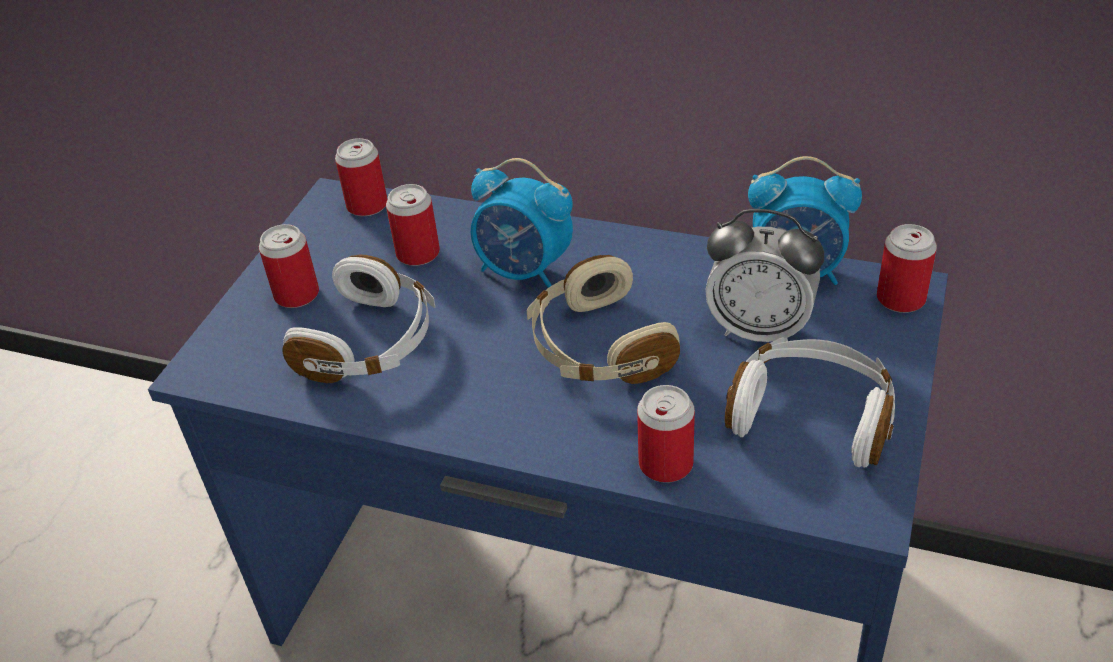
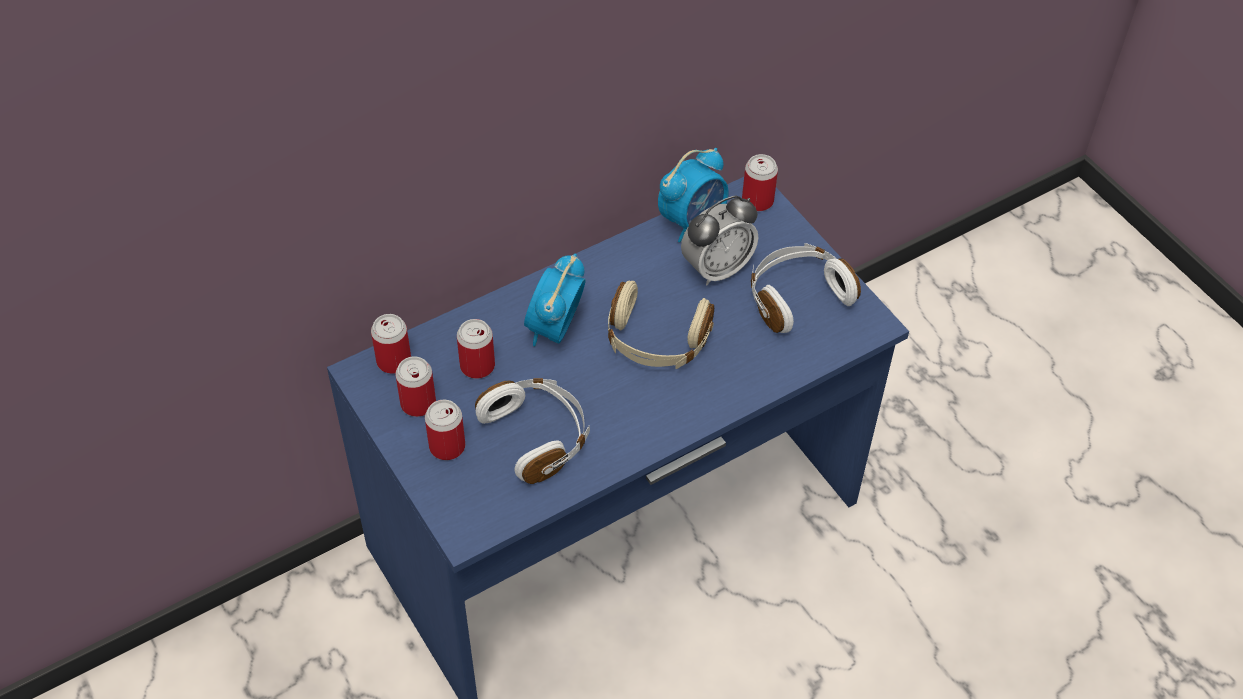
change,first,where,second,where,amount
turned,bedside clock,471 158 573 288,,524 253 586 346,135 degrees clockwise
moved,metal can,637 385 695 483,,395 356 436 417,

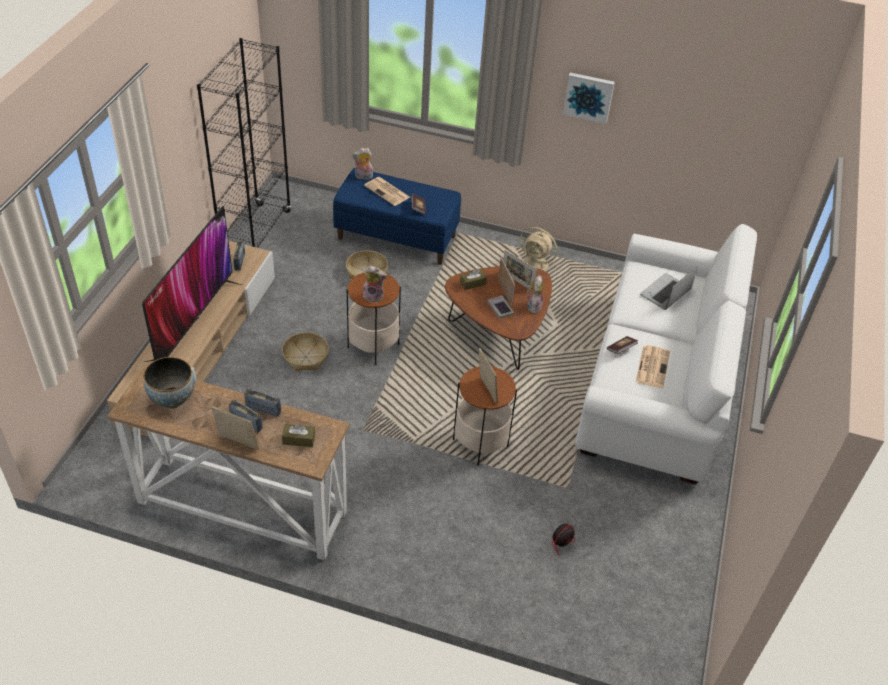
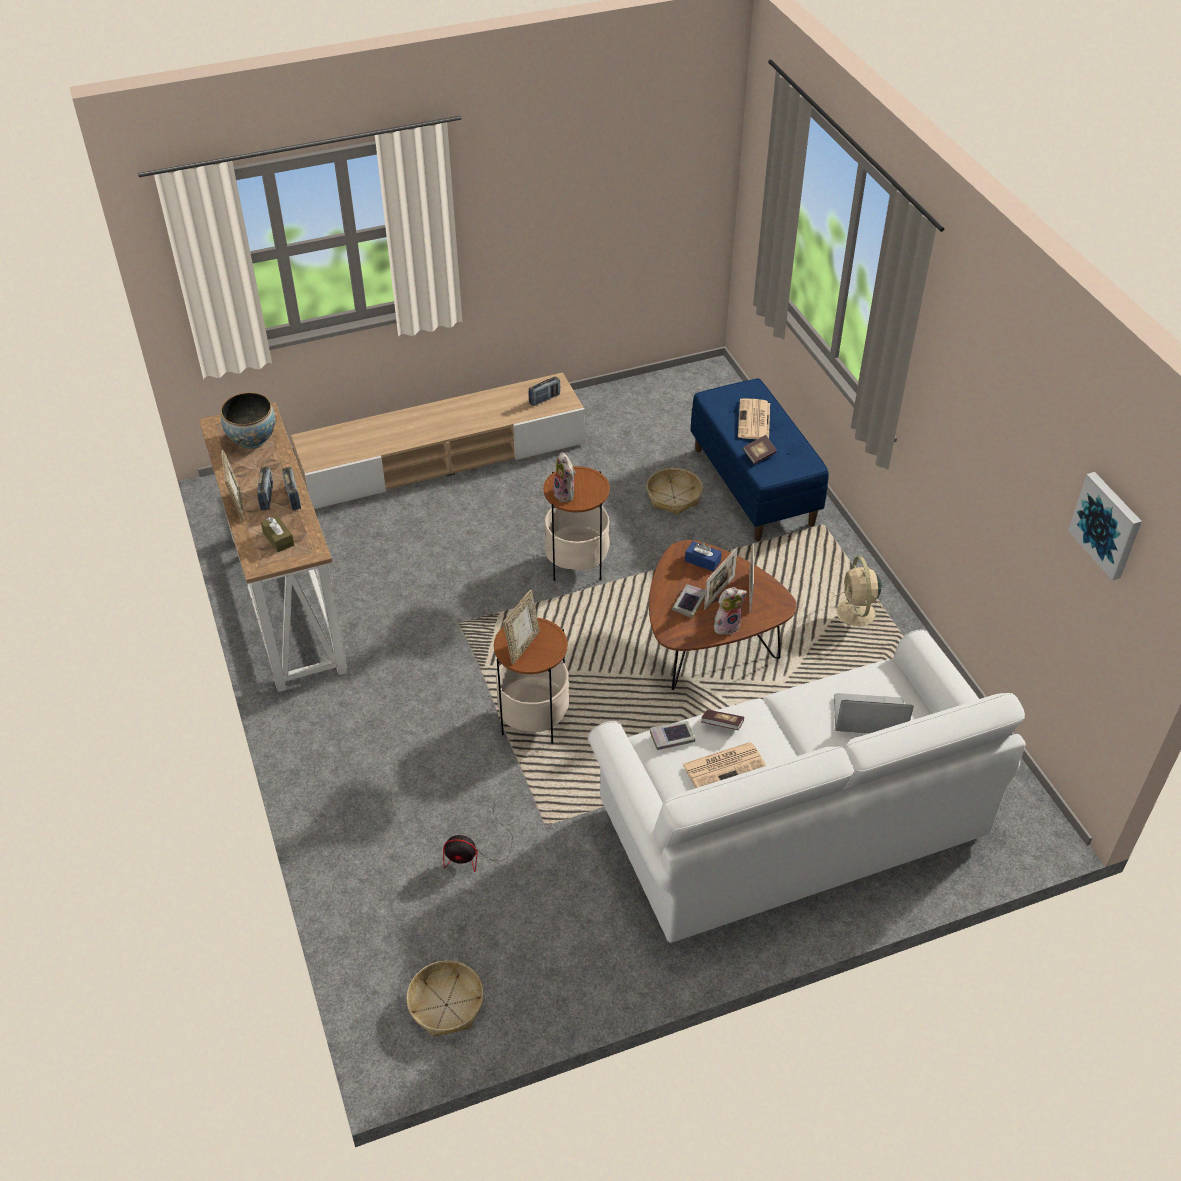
change,first,where,second,where,amount
removed,television,142 206 242 362,,,
removed,bookcase (blackish),197 38 291 248,,,
moved,household basket,282 332 329 371,,406 960 484 1037,
removed,soft toy,352 148 373 180,,,
recoloured,tissue holder (brown),460 269 487 290,tissue holder (bluish),685 541 722 572,
moved,wall art,563 73 615 124,,1068 472 1142 580,
added,,,book,650 721 695 750,

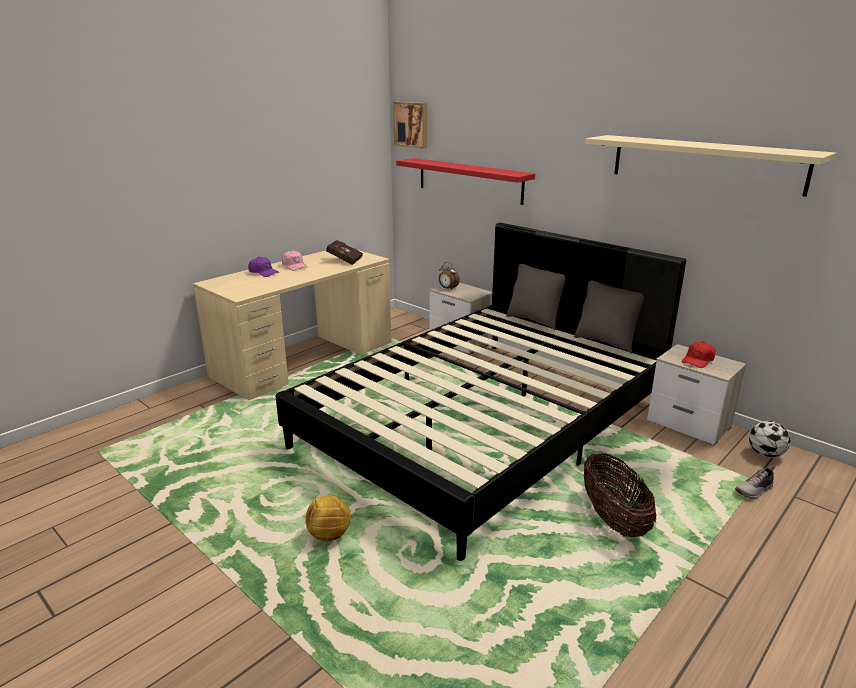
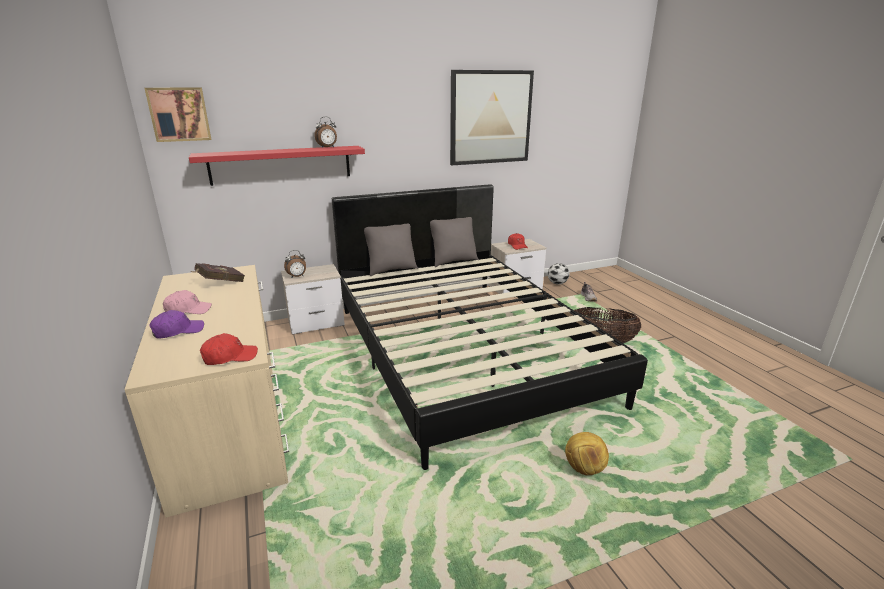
change,first,where,second,where,amount
replaced,bracket shelf (sand-coloured),585 135 836 197,wall art,450 70 534 165,
added,,,peaked cap (reddish),200 333 258 365,
added,,,bedside clock,314 117 337 148,

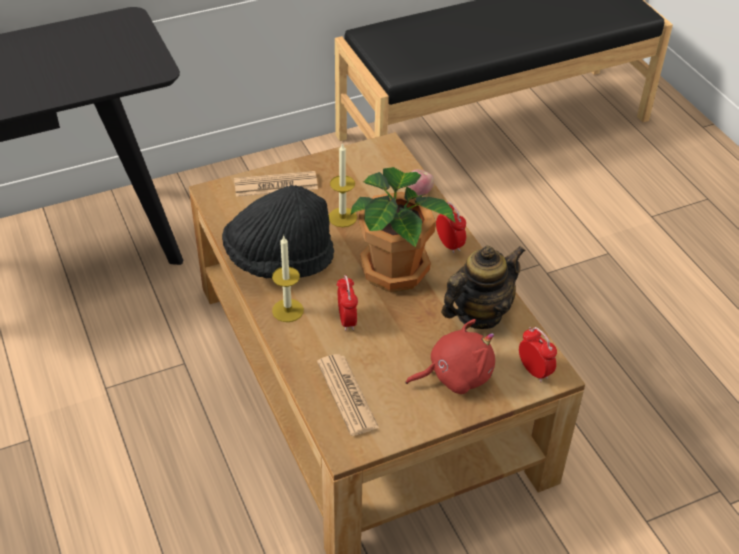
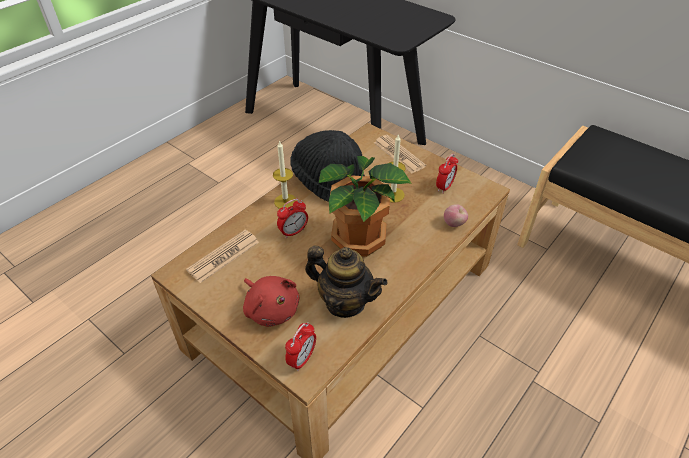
change,first,where,second,where,amount
moved,bedside clock,436 202 466 254,,436 154 458 193,

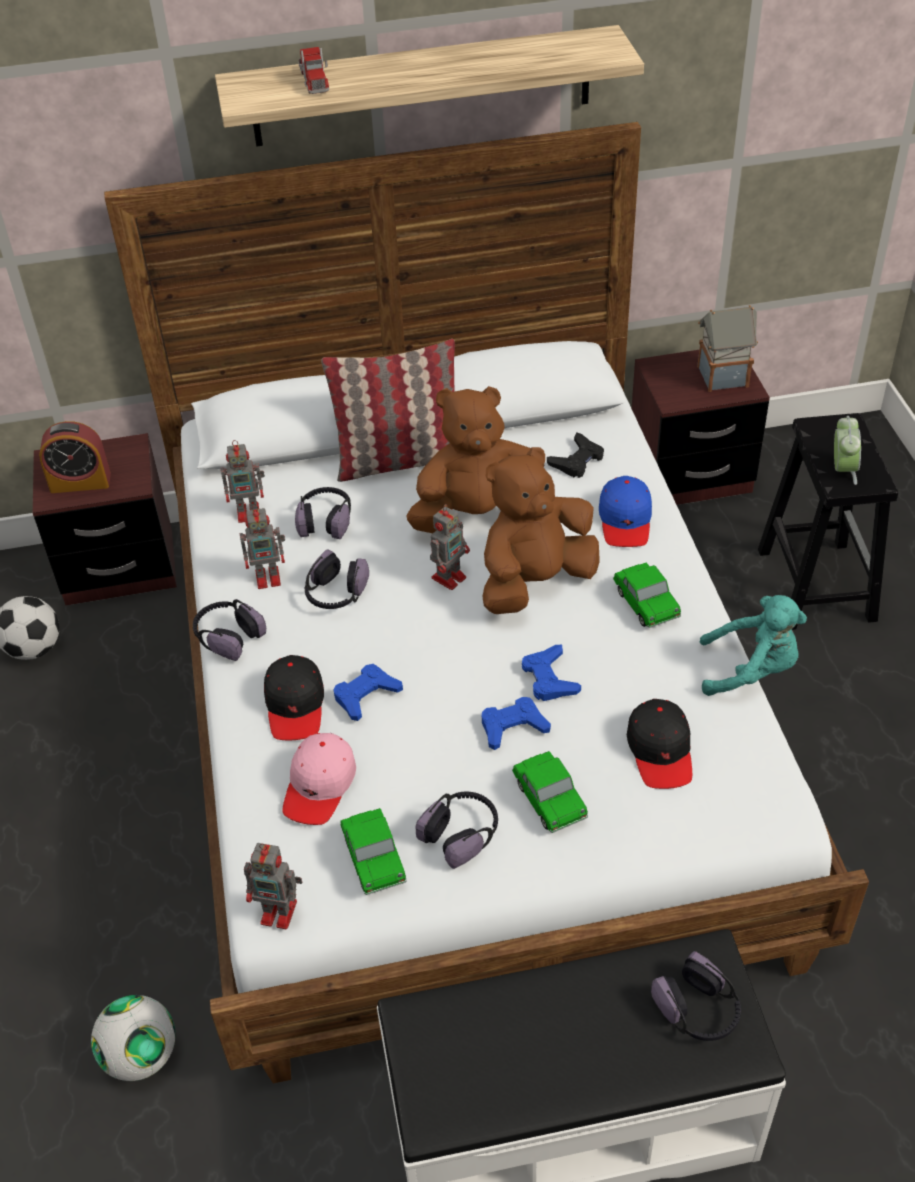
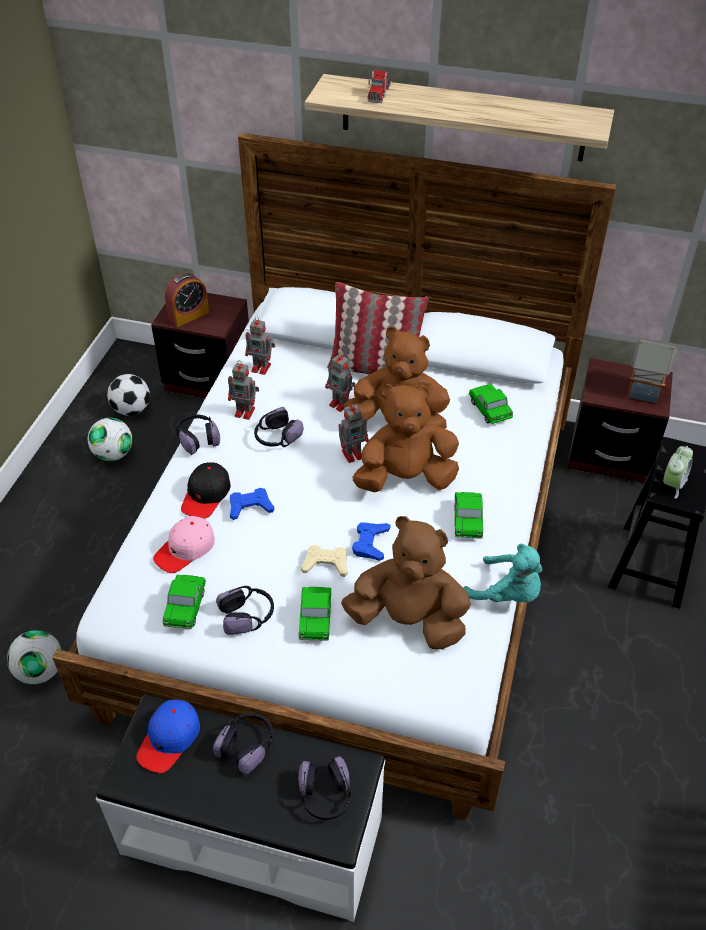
change,first,where,second,where,amount
turned,bedside clock,39 421 111 493,,165 273 209 327,60 degrees counterclockwise
moved,robot figure,244 843 302 929,,325 352 355 412,
moved,headphones,295 487 351 539,,213 713 274 775,
recoloured,gamepad (bluish),482 697 551 750,gamepad (sand-coloured),301 545 348 577,
replaced,gamepad (blackish),547 432 604 478,model car,469 384 513 424,
moved,peaked cap (bluish),599 476 652 547,,136 699 200 773,
replaced,peaked cap (blackish),627 699 692 789,soft toy (brown),341 516 471 649,
added,,,football ball,88 418 132 461,

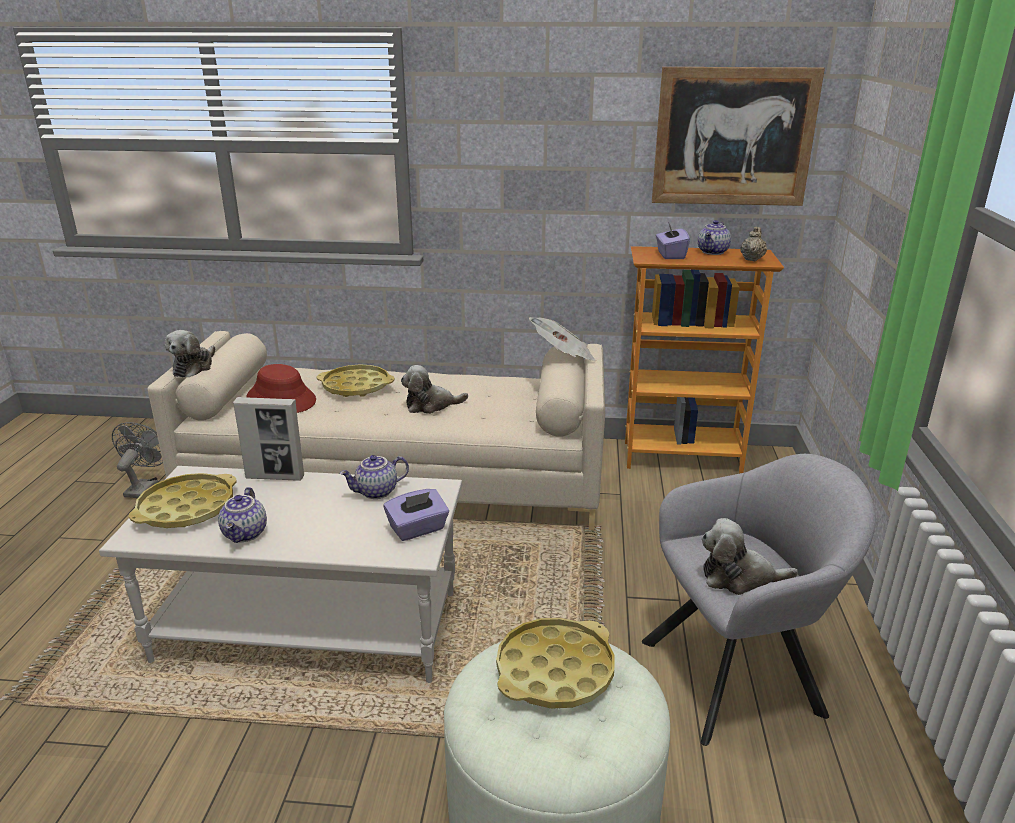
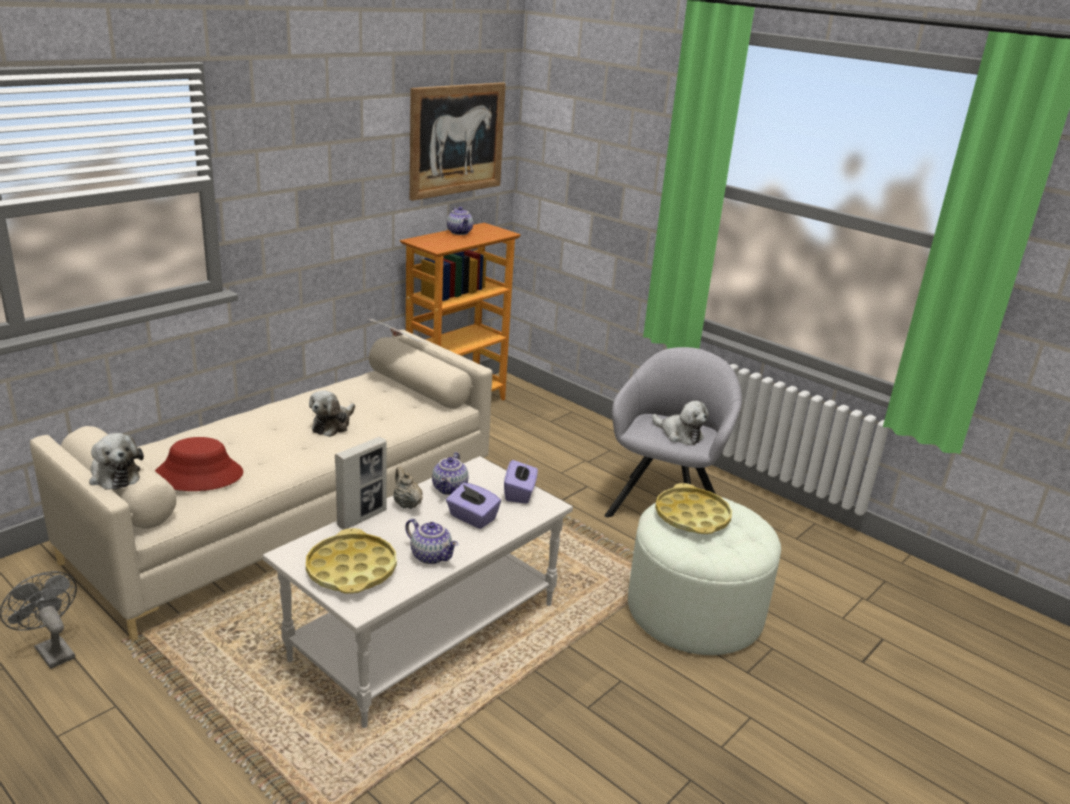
change,first,where,second,where,amount
removed,serving tray (yellowish),317 364 395 397,,,
moved,tissue holder (purple-coloured),656 222 690 259,,446 483 501 529,
turned,soft toy,701 518 798 595,,652 401 709 445,90 degrees counterclockwise
moved,teapot (sand-coloured),740 226 767 261,,393 466 423 509,

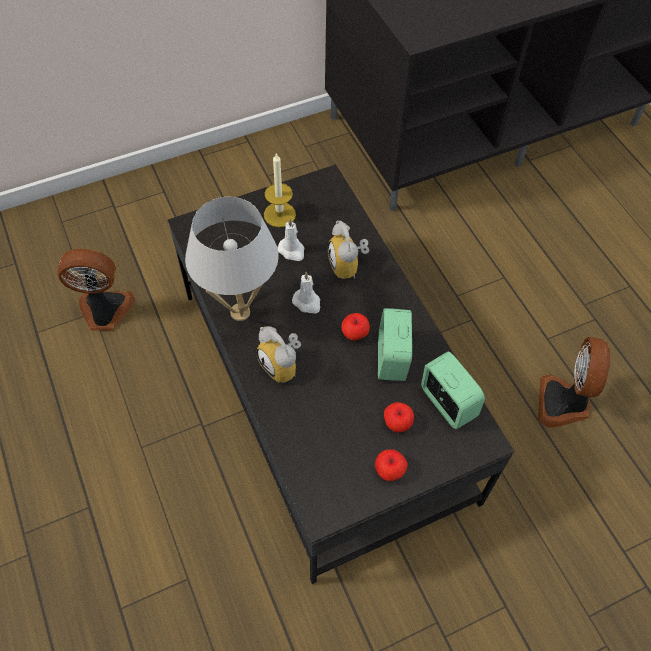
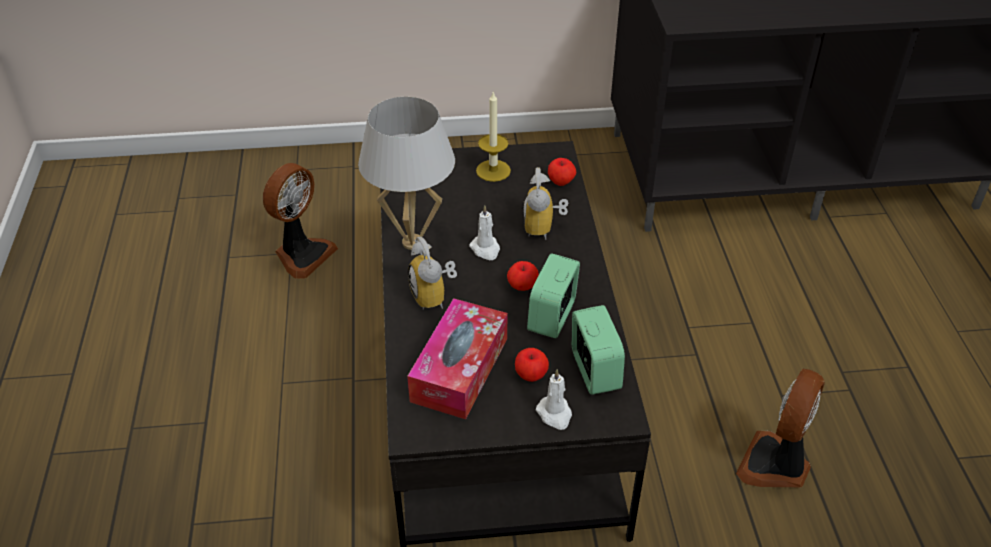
change,first,where,second,where,amount
turned,fan,57 249 135 331,,263 163 338 279,105 degrees clockwise
moved,wax light (white-coloured),277 218 305 261,,536 369 572 430,
moved,apple fruit,375 449 407 481,,548 158 576 186,
added,,,tissue holder,407 298 507 419,

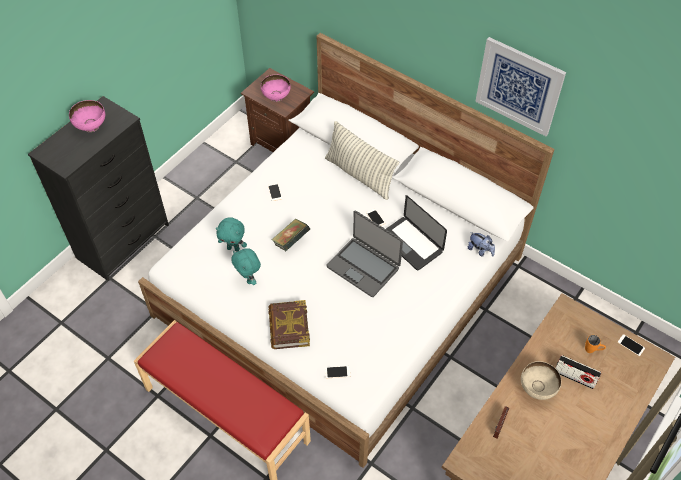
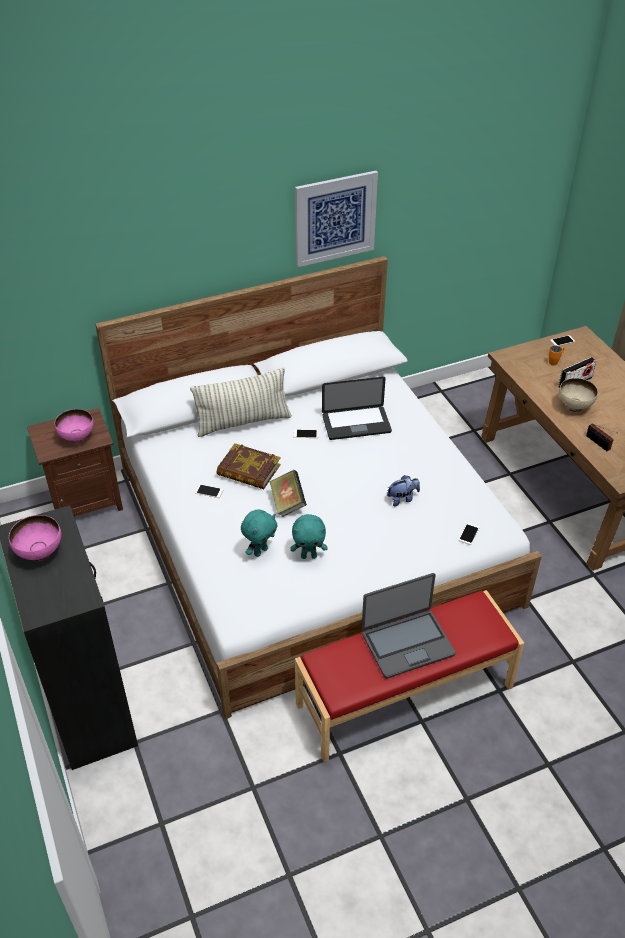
change,first,where,second,where,amount
moved,book,269 300 310 349,,217 443 280 489,
moved,notebook computer,327 210 403 297,,361 573 456 679,
moved,soft toy,468 232 495 257,,387 475 420 507,

